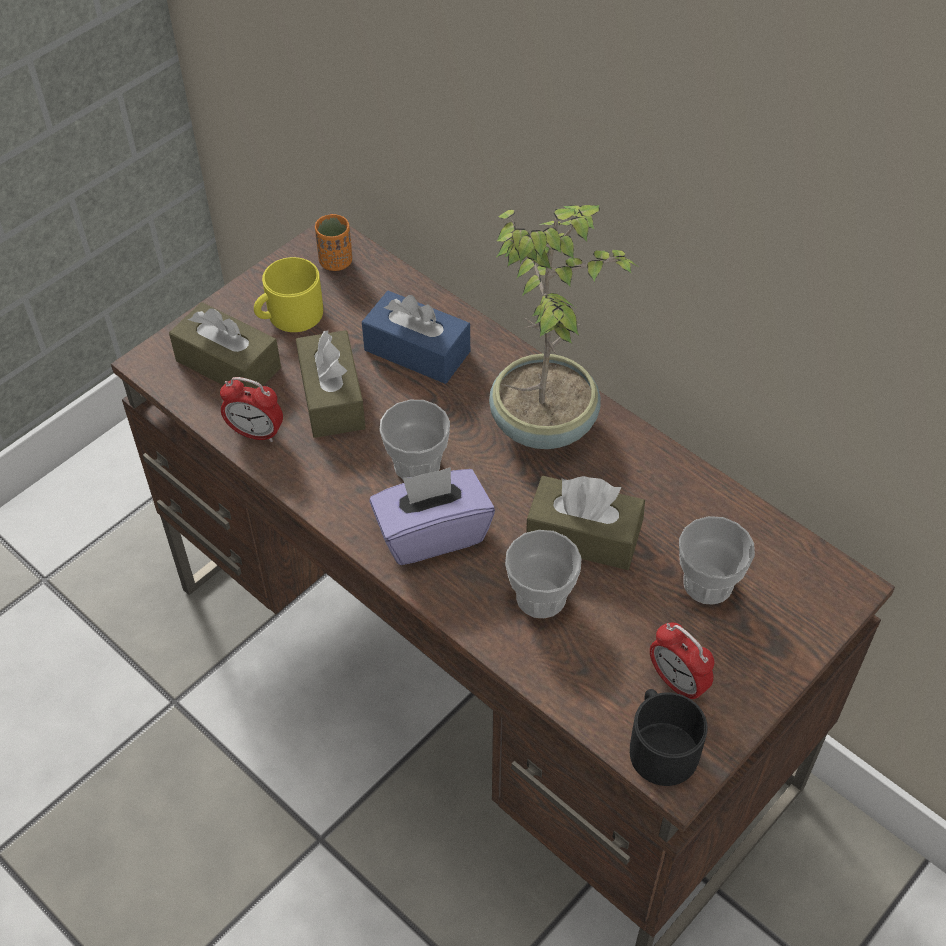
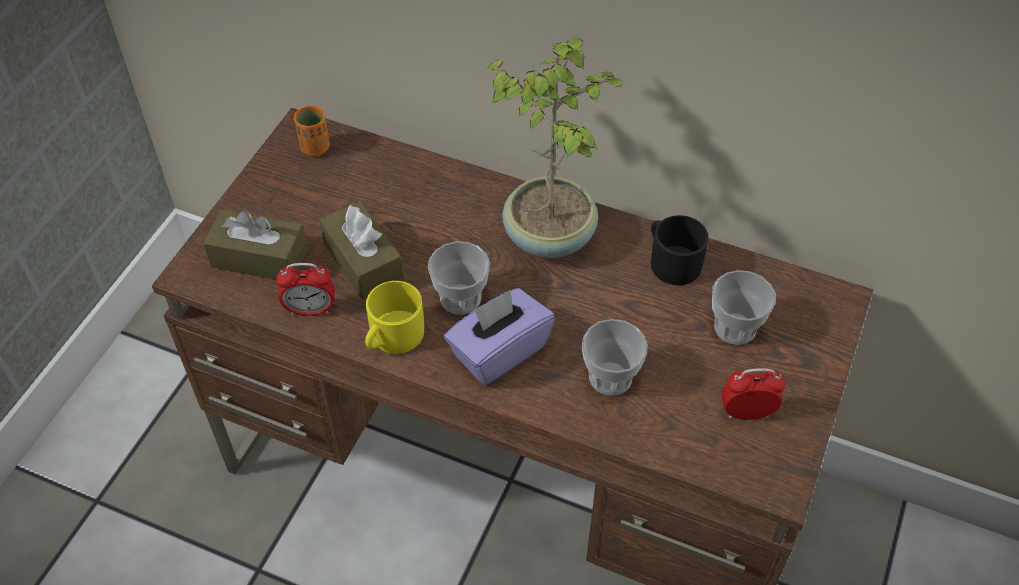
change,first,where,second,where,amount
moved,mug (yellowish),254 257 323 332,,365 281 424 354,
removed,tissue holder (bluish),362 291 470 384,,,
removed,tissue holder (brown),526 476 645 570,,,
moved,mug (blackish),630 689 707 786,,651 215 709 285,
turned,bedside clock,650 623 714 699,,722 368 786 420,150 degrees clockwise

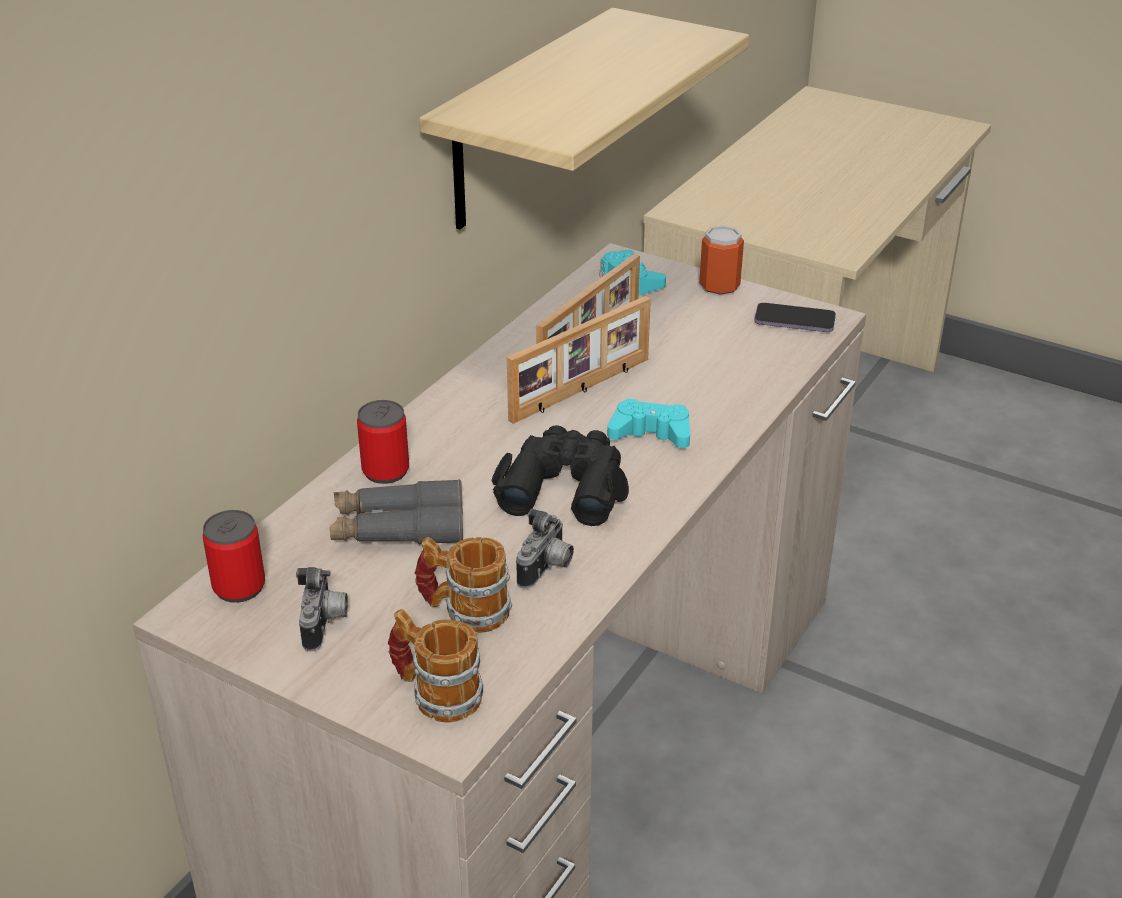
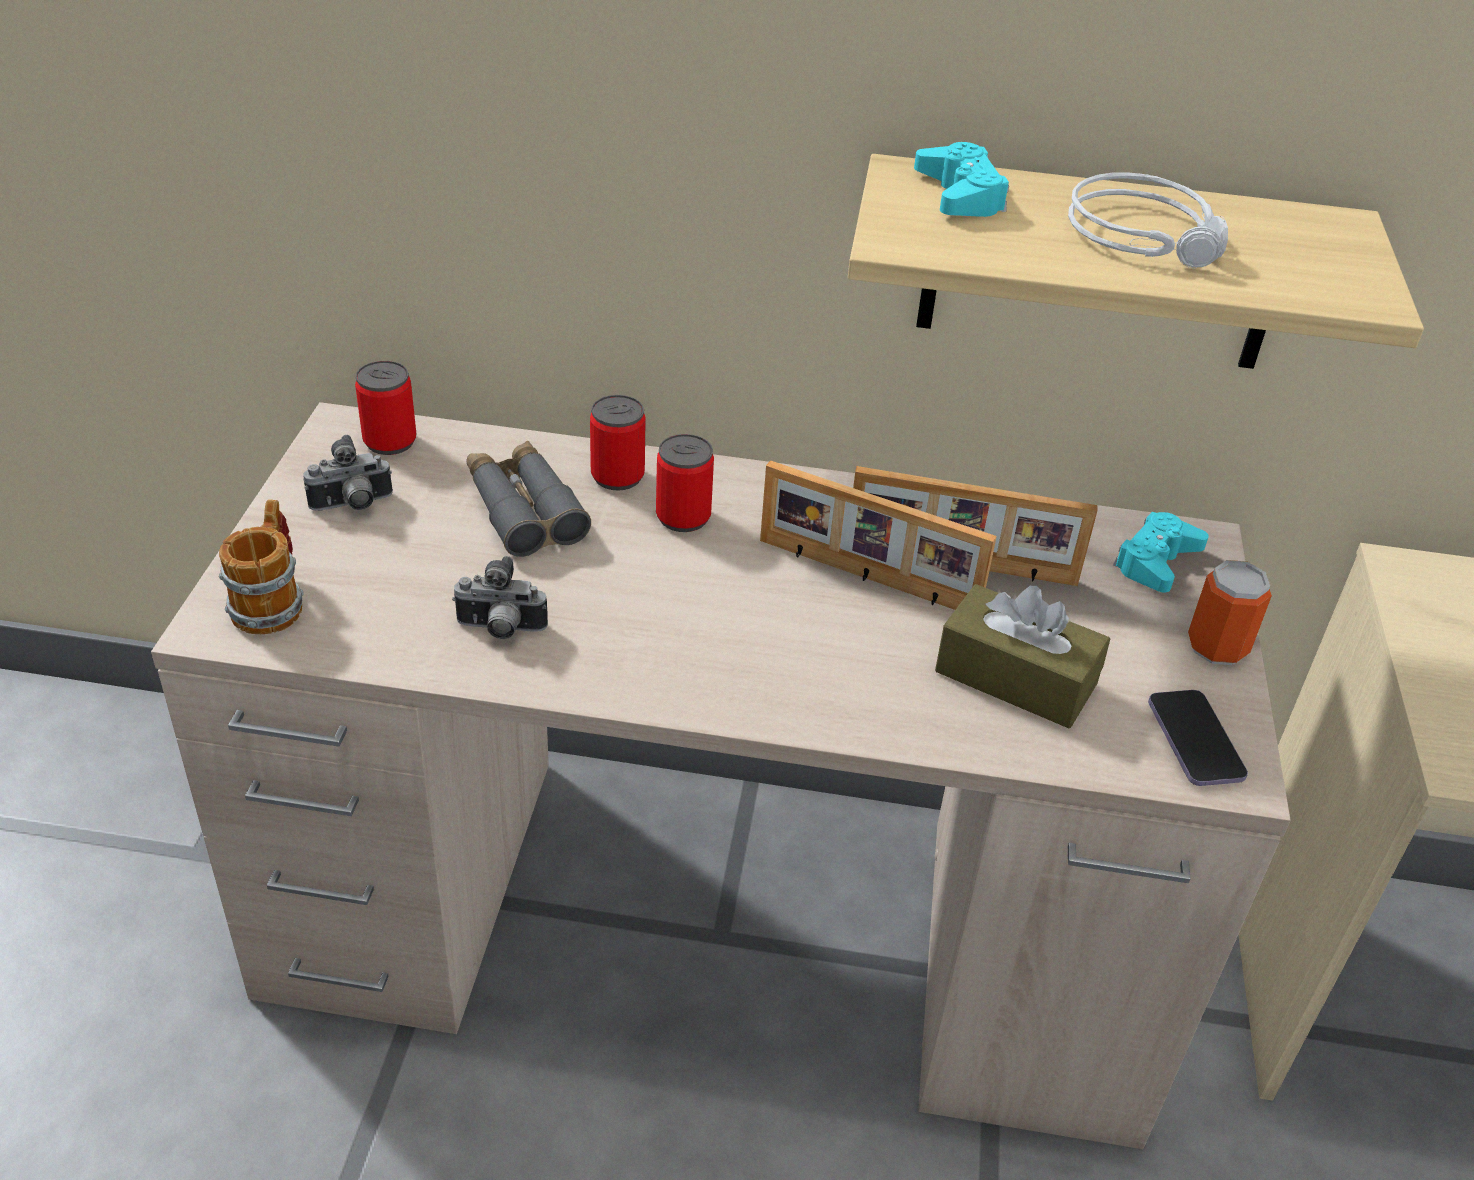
change,first,where,second,where,amount
removed,mug,414 537 512 633,,,
removed,pair of binoculars (blackish),492 425 629 526,,,
moved,gamepad (turquoise),607 398 690 448,,914 142 1009 217,
added,,,metal can,656 434 714 532,
added,,,tissue holder (brown),935 584 1110 728,
added,,,headphones (gray),1068 172 1228 269,

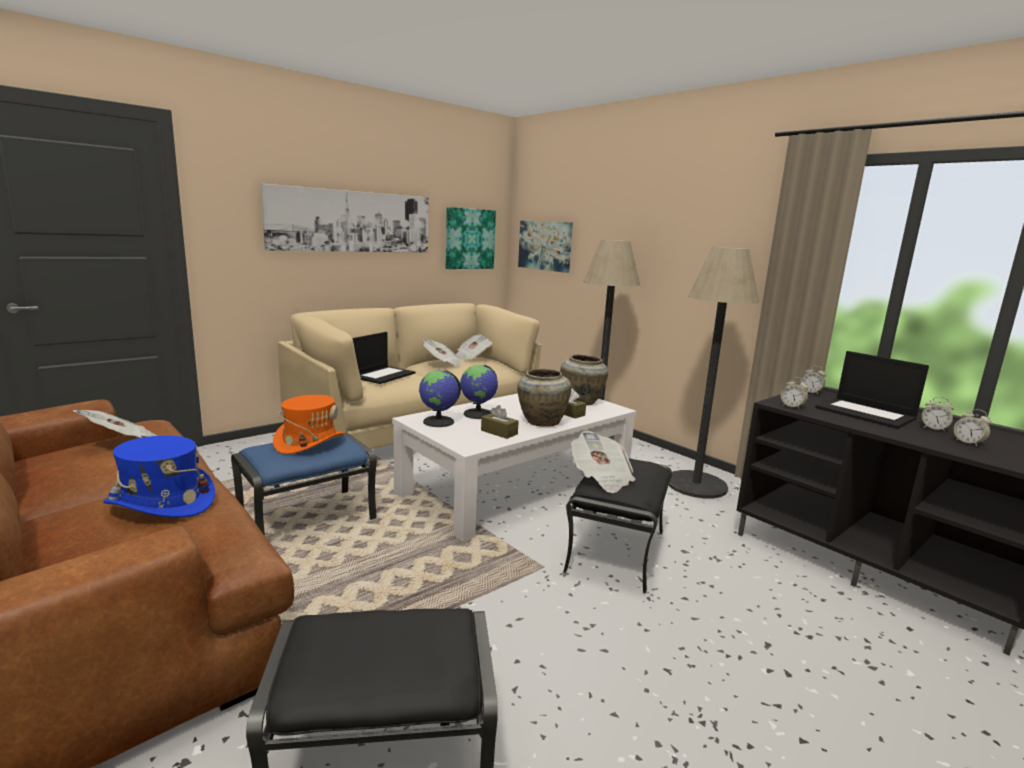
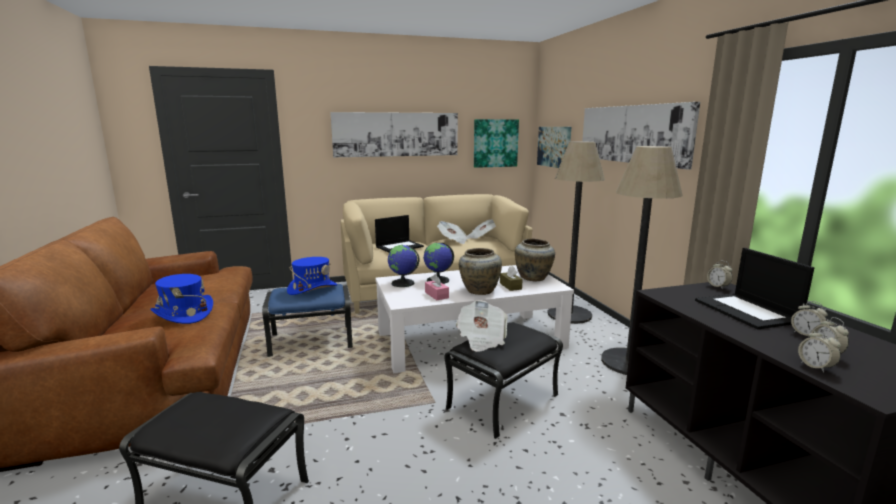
change,first,where,second,where,amount
removed,daily paper,72 410 158 438,,,
recoloured,hat (orange),273 395 345 454,hat (bluish),287 257 338 295,
recoloured,tissue holder (brown),481 405 519 439,tissue holder (pinkish),425 274 449 300,
moved,bedside clock,781 377 809 409,,798 328 841 373,
added,,,wall art,582 102 700 170,

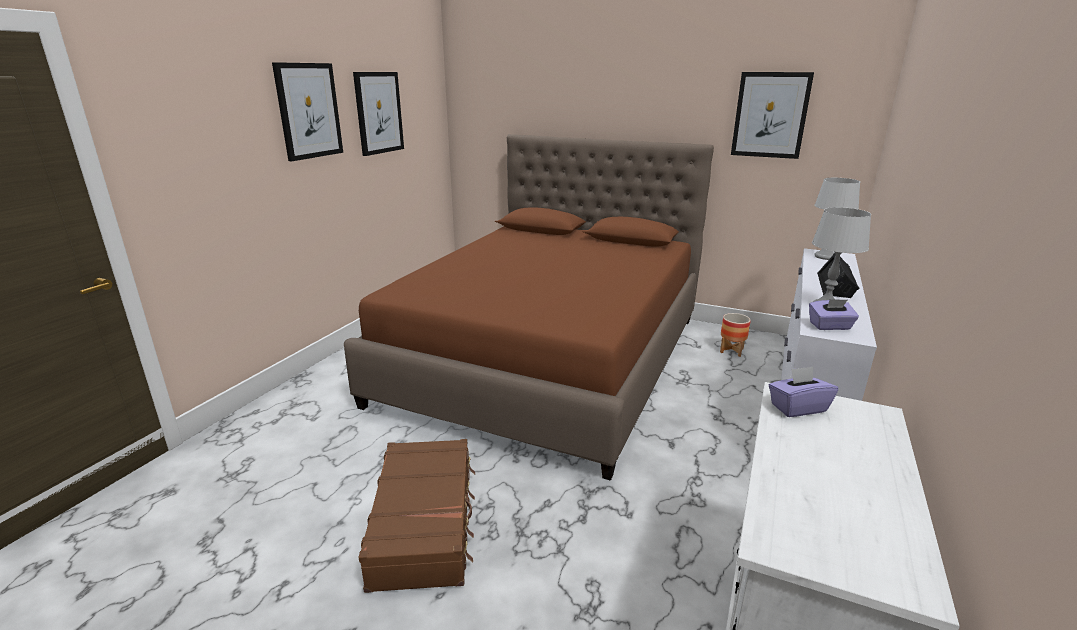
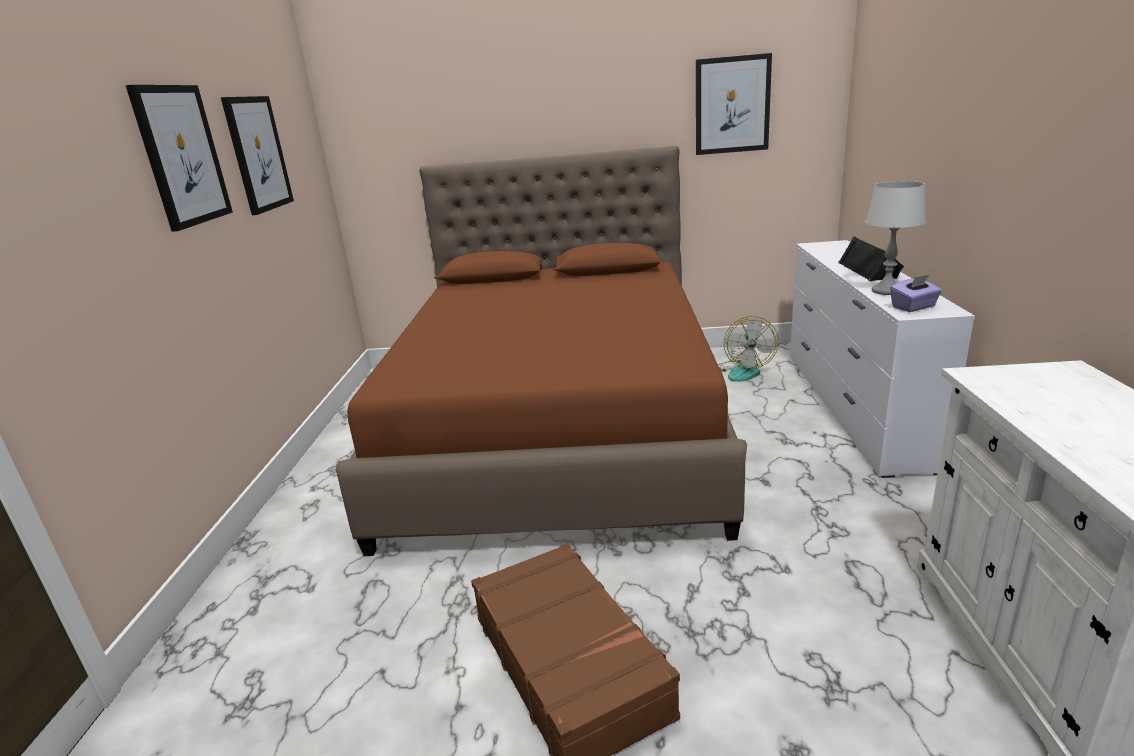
change,first,where,second,where,amount
replaced,planter,720 313 751 357,fan,718 316 779 382,
removed,tissue holder (purple-coloured),769 366 838 417,,,
removed,table lamp (gray),814 178 860 260,,,

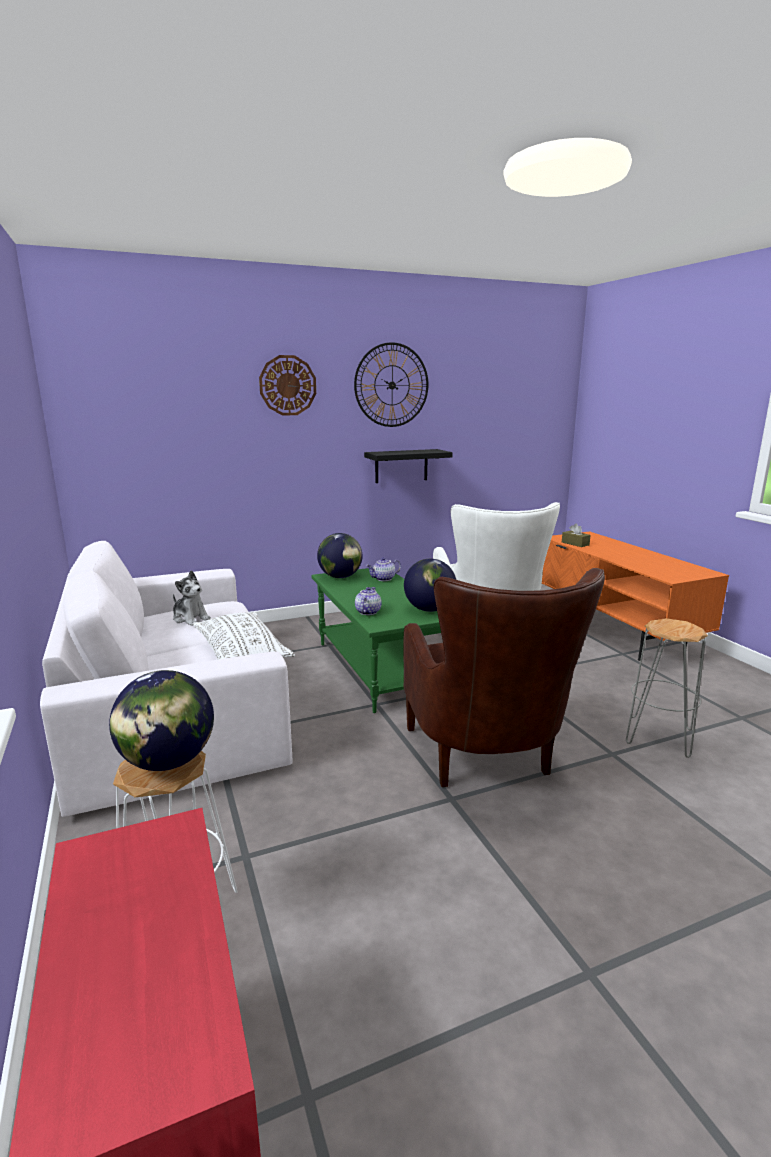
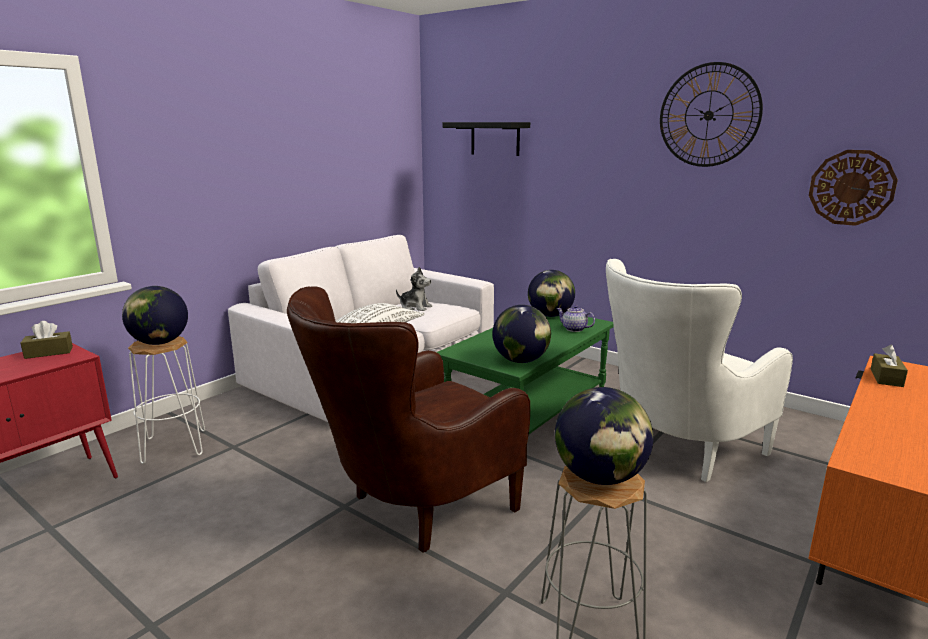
change,first,where,second,where,amount
turned,soft toy,173 570 211 626,,396 267 432 311,75 degrees counterclockwise
moved,wall clock,259 355 316 416,,809 150 898 226,
removed,teapot,355 587 382 615,,,
moved,bracket shelf (blackish),364 449 453 483,,443 122 530 156,
added,,,tissue holder (brown),21 321 73 359,
added,,,desk globe,555 387 653 485,

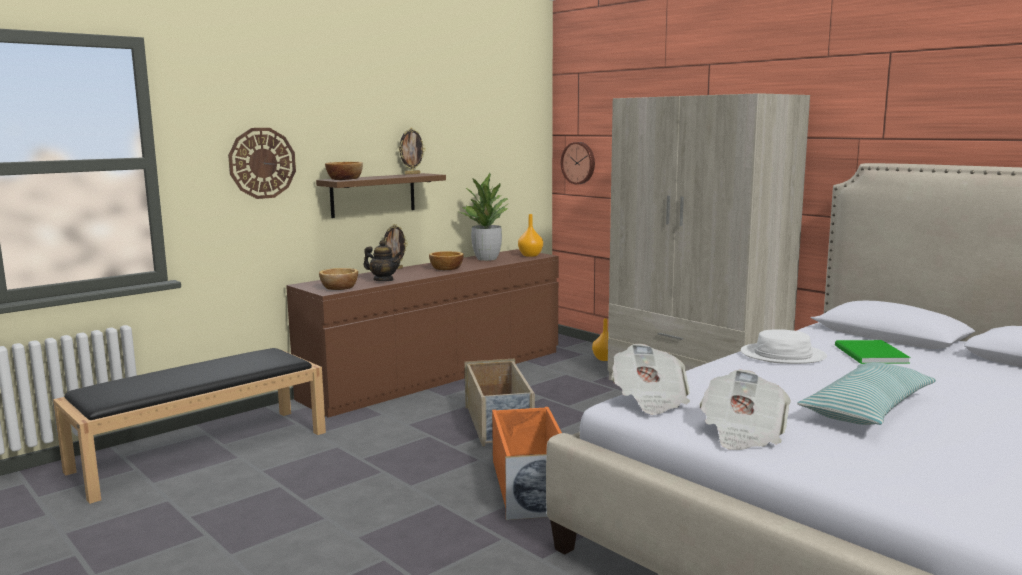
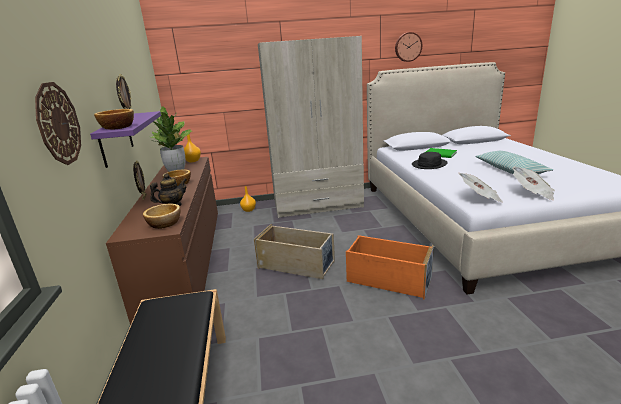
change,first,where,second,where,amount
recoloured,bracket shelf (brown),316 173 446 218,bracket shelf (purple-coloured),90 111 161 168,
moved,wall clock,561 142 595 184,,395 32 422 62,
recoloured,hat (white-coloured),741 329 827 364,hat (blackish),412 152 448 169,

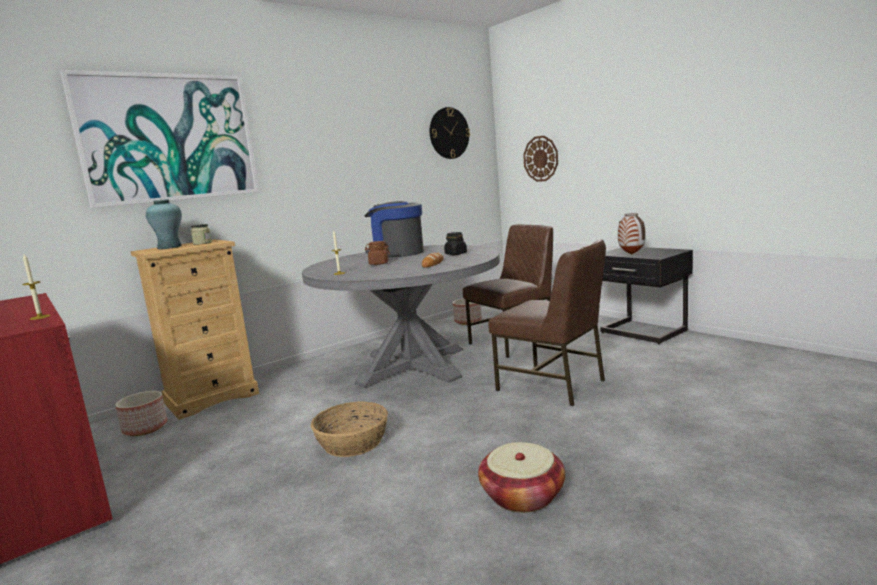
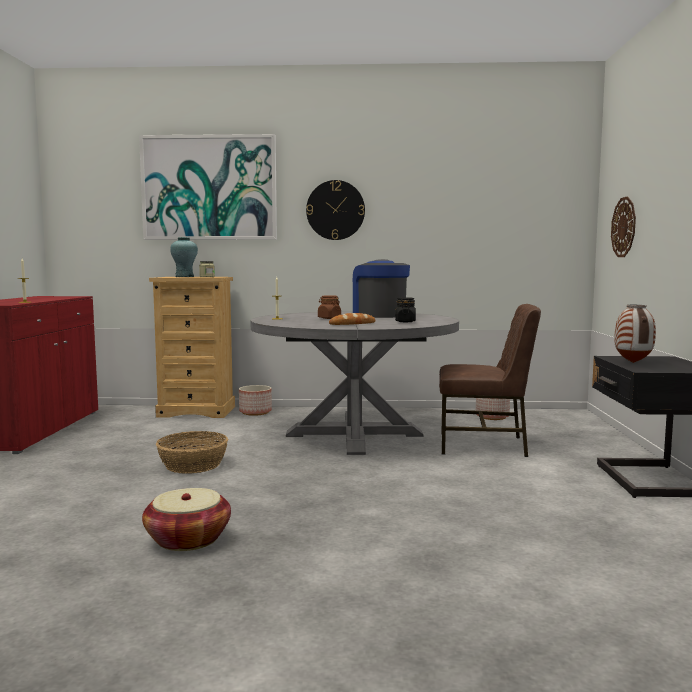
change,first,where,second,where,amount
moved,planter,115 391 167 436,,239 385 272 416,
moved,wall clock,430 107 470 159,,306 180 365 240,
removed,chair (brown),488 239 606 406,,,

